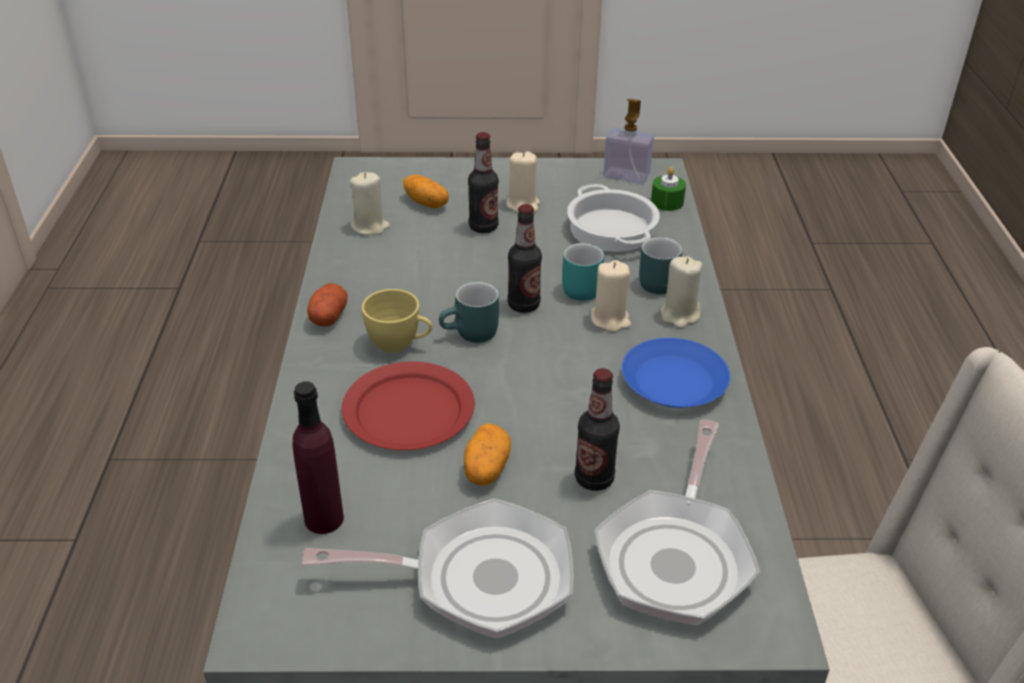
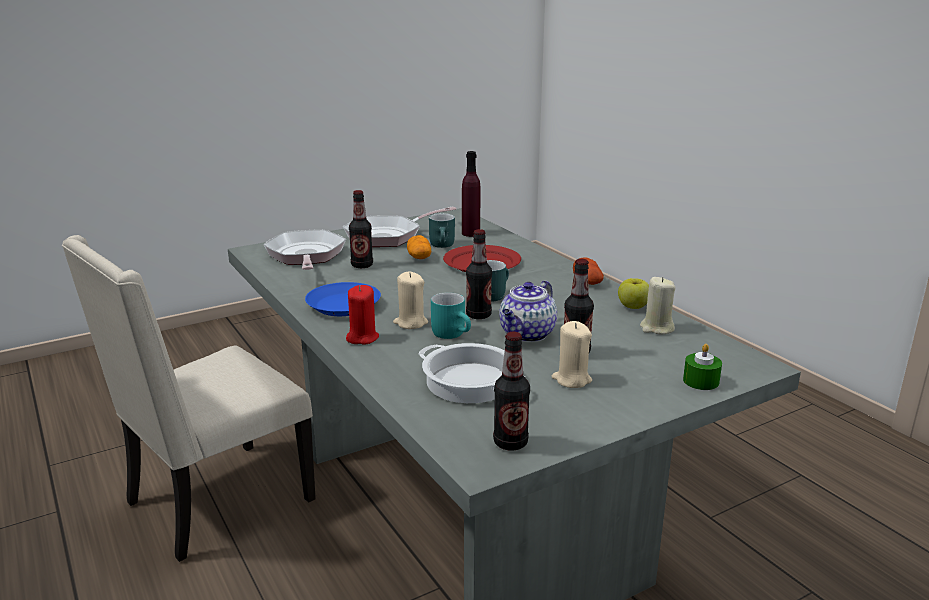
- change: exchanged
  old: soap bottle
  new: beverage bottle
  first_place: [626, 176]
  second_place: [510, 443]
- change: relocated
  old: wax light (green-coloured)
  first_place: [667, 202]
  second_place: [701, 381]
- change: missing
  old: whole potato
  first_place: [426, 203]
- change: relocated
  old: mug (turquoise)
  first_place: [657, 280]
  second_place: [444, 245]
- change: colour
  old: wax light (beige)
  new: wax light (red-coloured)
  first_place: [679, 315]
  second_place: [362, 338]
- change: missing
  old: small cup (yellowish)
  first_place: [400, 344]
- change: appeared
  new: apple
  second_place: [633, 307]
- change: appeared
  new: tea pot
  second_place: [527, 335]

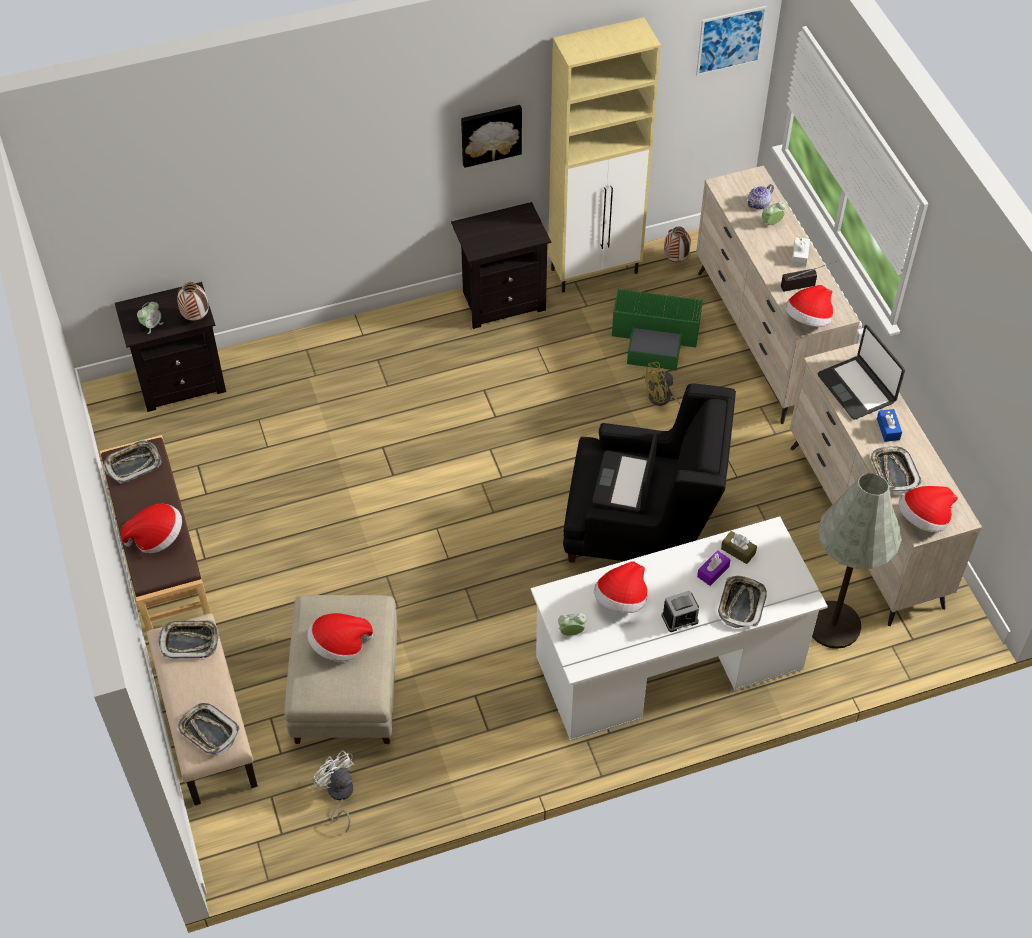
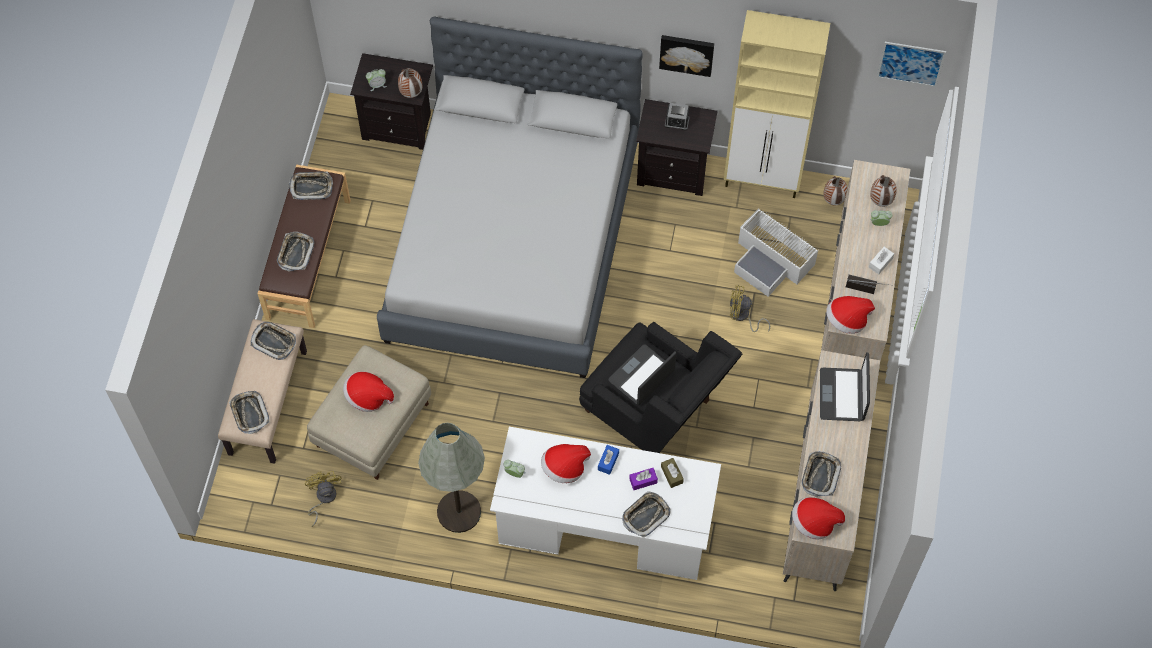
- change: exchanged
  old: tea pot
  new: flower vase
  first_place: [758, 204]
  second_place: [881, 202]
- change: colour
  old: storage container (green-coloured)
  new: storage container (whitish)
  first_place: [656, 337]
  second_place: [772, 260]
- change: relocated
  old: tissue holder (blue-coloured)
  first_place: [888, 429]
  second_place: [608, 461]
- change: relocated
  old: floor lamp (greyish)
  first_place: [833, 625]
  second_place: [459, 512]
- change: exchanged
  old: hat
  new: carrying tray
  first_place: [157, 537]
  second_place: [295, 253]
- change: relocated
  old: bedside clock
  first_place: [679, 618]
  second_place: [677, 122]
- change: colour
  old: fan (whitish)
  new: fan (yellowish)
  first_place: [339, 795]
  second_place: [323, 498]
- change: appeared
  new: sleeping bed (greyish)
  second_place: [513, 242]

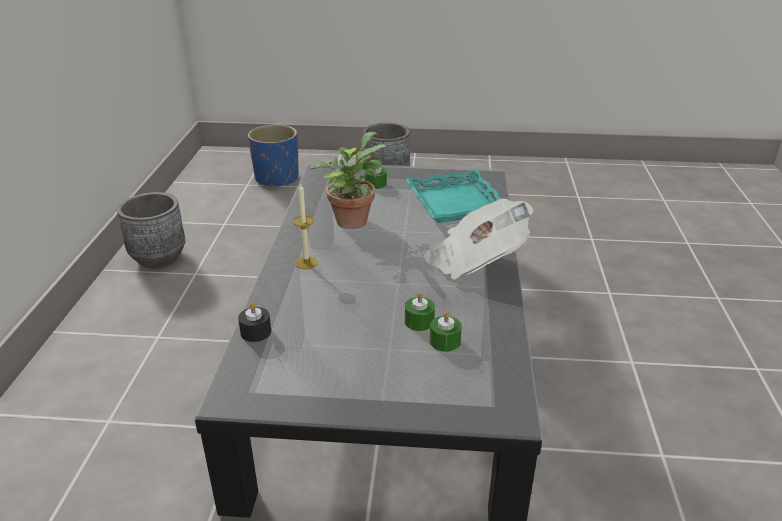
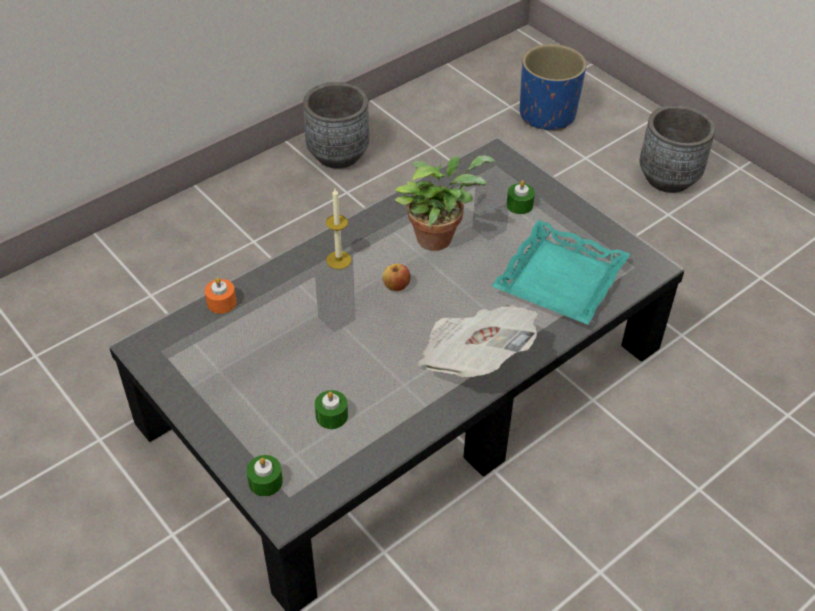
- change: relocated
  old: wax light (green-coloured)
  first_place: [419, 321]
  second_place: [265, 482]
- change: colour
  old: wax light (black-coloured)
  new: wax light (orange)
  first_place: [256, 332]
  second_place: [221, 302]
- change: appeared
  new: apple
  second_place: [396, 286]

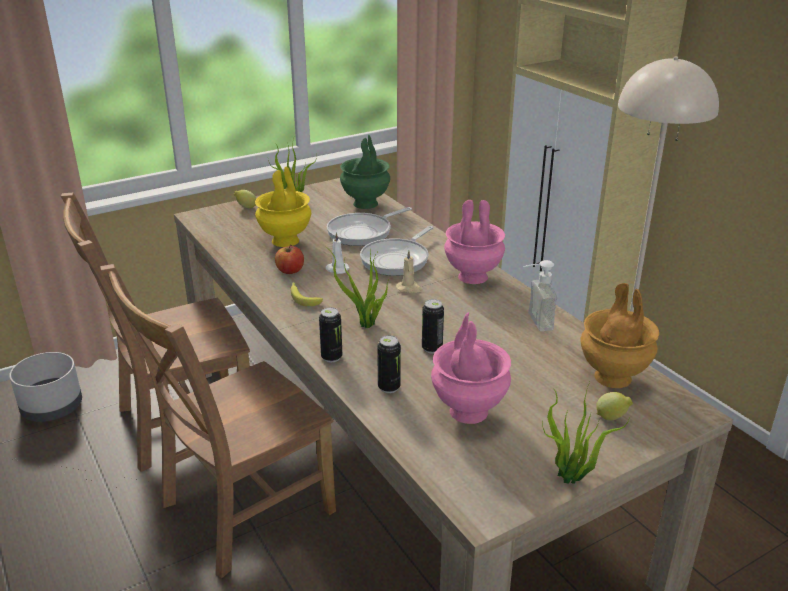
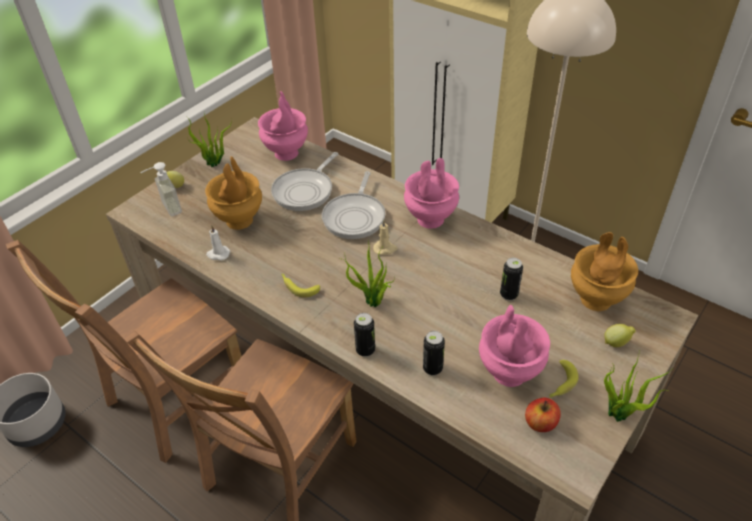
- change: colour
  old: flower vase (green-coloured)
  new: flower vase (pink-coloured)
  first_place: [365, 204]
  second_place: [286, 153]
- change: colour
  old: flower vase (yellowish)
  new: flower vase (brown-coloured)
  first_place: [285, 241]
  second_place: [239, 221]
- change: relocated
  old: wax light (whitish)
  first_place: [336, 269]
  second_place: [218, 254]
- change: relocated
  old: apple
  first_place: [290, 271]
  second_place: [540, 423]
- change: relocated
  old: soap bottle
  first_place: [533, 322]
  second_place: [166, 209]
- change: relocated
  old: metal can
  first_place: [432, 348]
  second_place: [509, 294]
- change: appeared
  new: banana fruit
  second_place: [560, 384]

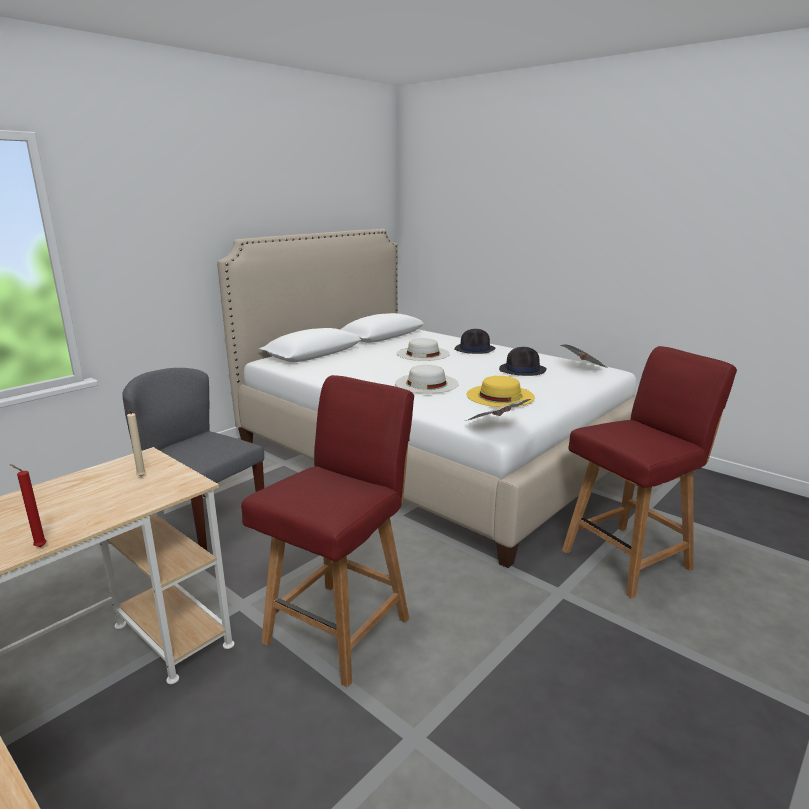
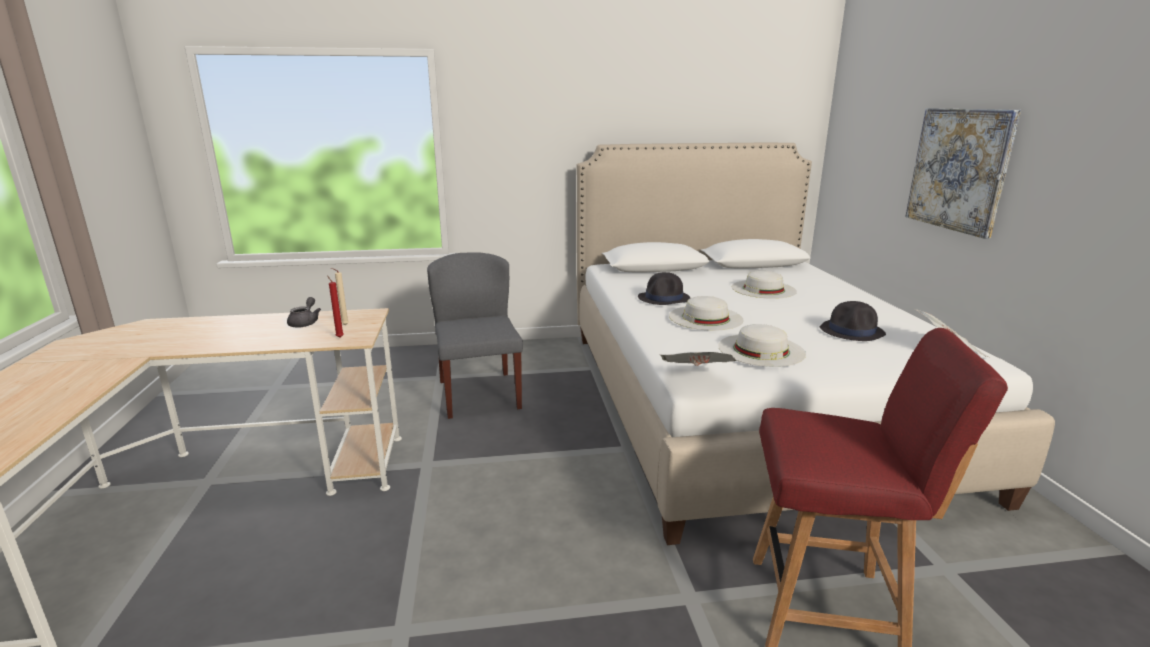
- change: relocated
  old: hat (black-coloured)
  first_place: [475, 349]
  second_place: [664, 298]
- change: missing
  old: upright chair (red-coloured)
  first_place: [340, 628]
- change: colour
  old: hat (yellowish)
  new: hat (whitish)
  first_place: [500, 396]
  second_place: [761, 350]
- change: relocated
  old: wax light (red-coloured)
  first_place: [39, 547]
  second_place: [339, 337]
- change: appeared
  new: picture
  second_place: [959, 169]
- change: appeared
  new: tea pot (greyish)
  second_place: [305, 323]

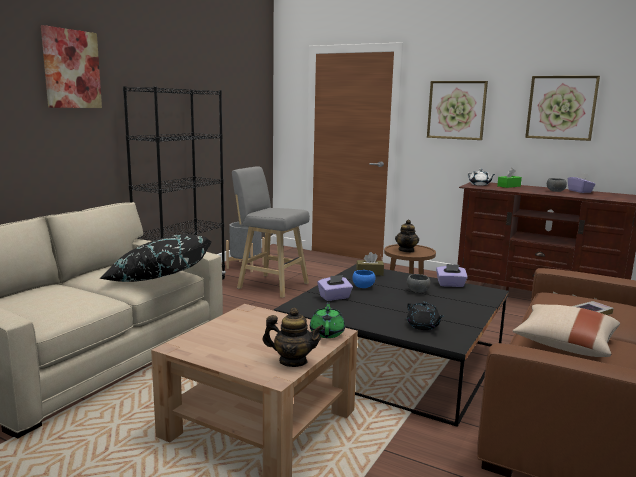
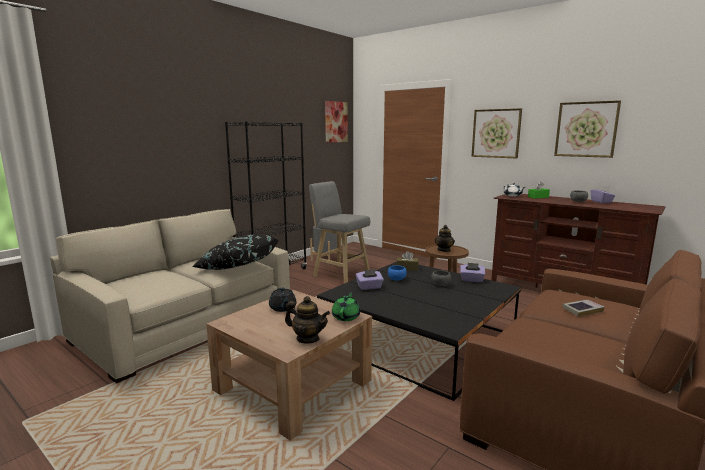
- change: relocated
  old: picture
  first_place: [71, 69]
  second_place: [336, 122]
- change: relocated
  old: tea pot (black-coloured)
  first_place: [423, 326]
  second_place: [282, 308]
- change: missing
  old: pillow (beige)
  first_place: [565, 344]

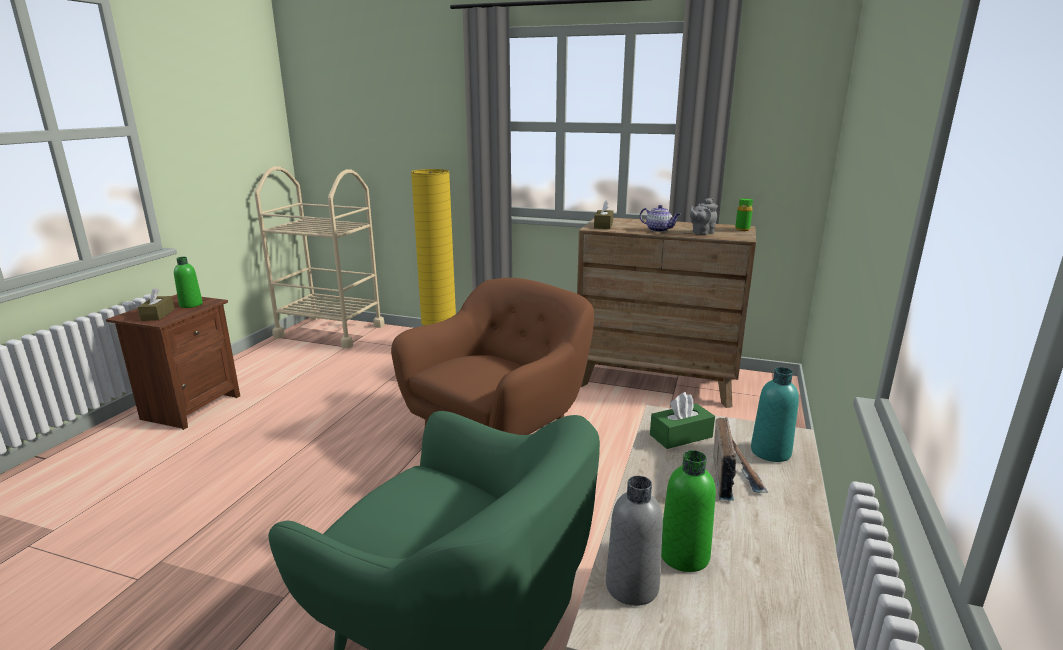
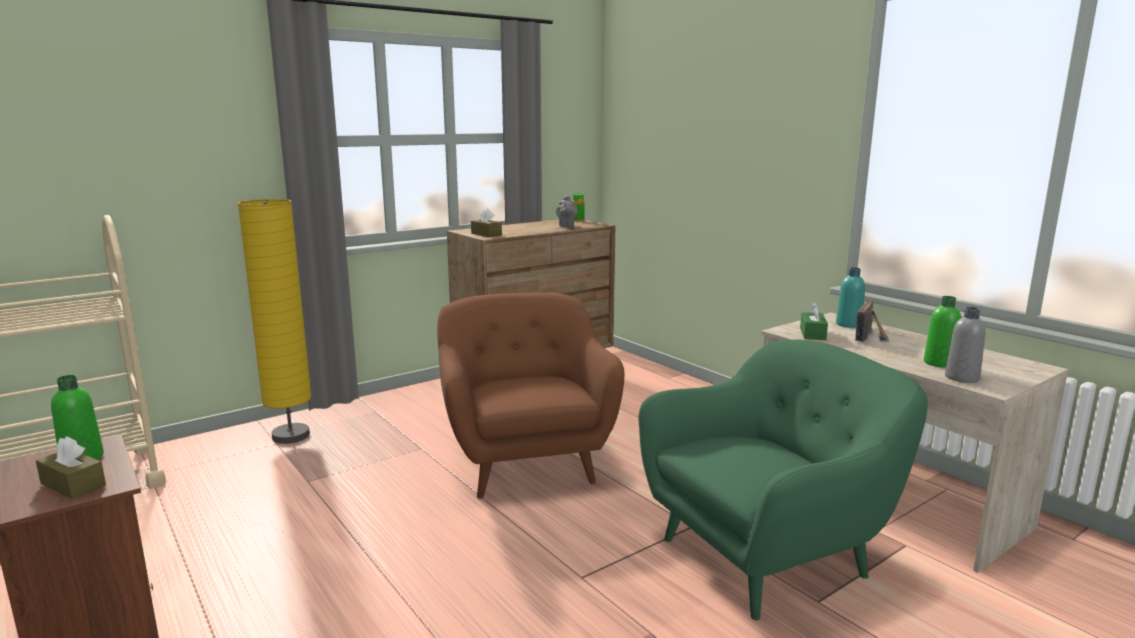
- change: missing
  old: tea pot
  first_place: [659, 230]
- change: spun
  old: radio set
  first_place: [733, 478]
  second_place: [871, 337]
  degrees: 75

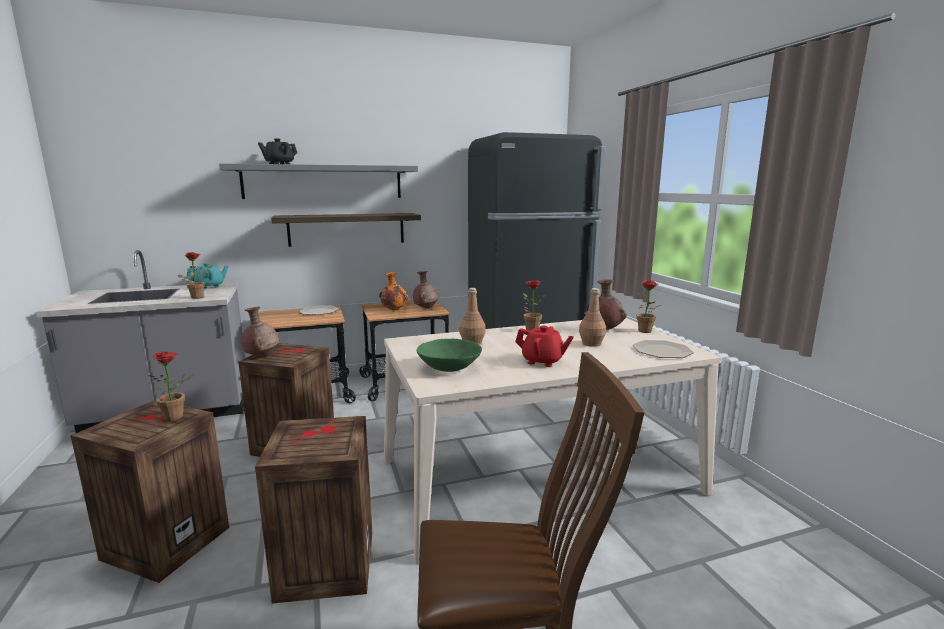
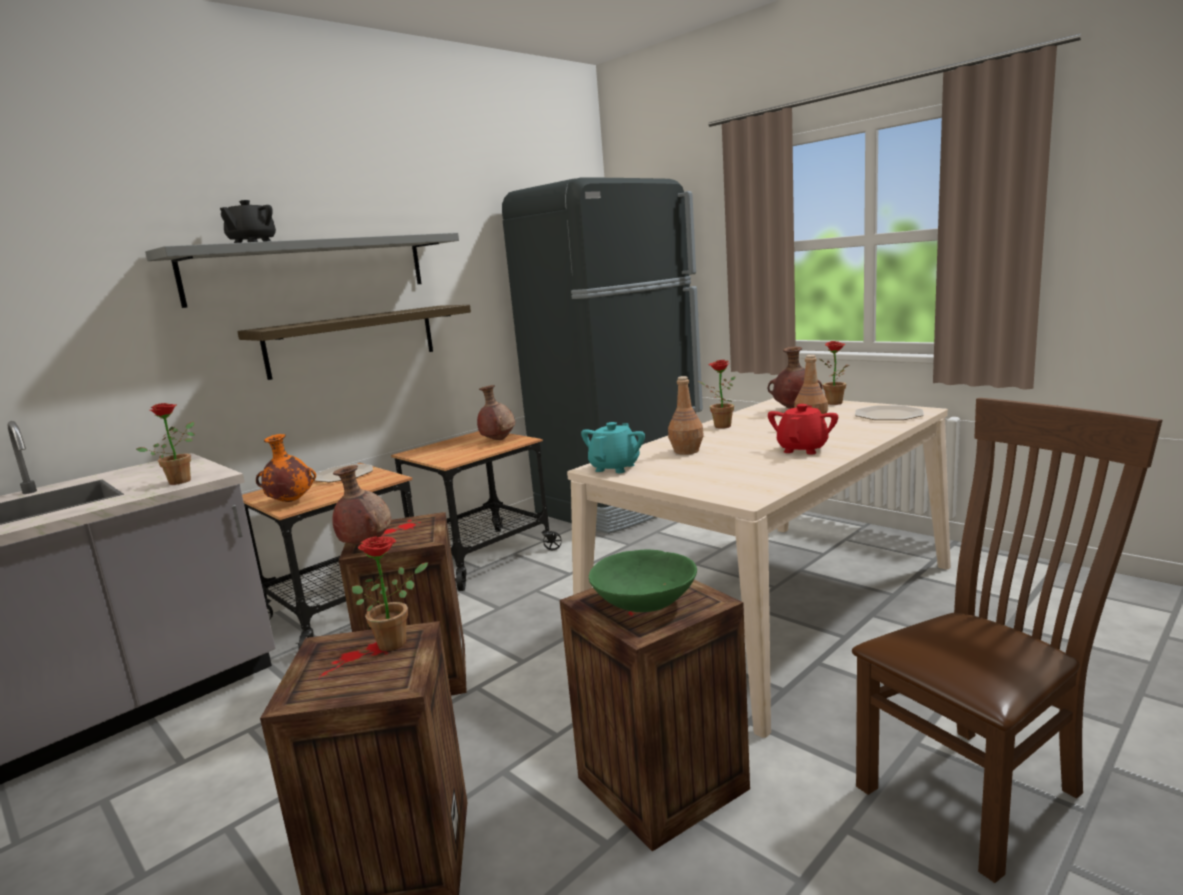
- change: relocated
  old: tea pot (turquoise)
  first_place: [210, 287]
  second_place: [615, 467]
- change: relocated
  old: flower vase (orange)
  first_place: [394, 310]
  second_place: [290, 502]
- change: spun
  old: tea pot (red-coloured)
  first_place: [543, 361]
  second_place: [802, 449]
  degrees: -60
- change: relocated
  old: deep dish (green-coloured)
  first_place: [450, 367]
  second_place: [644, 602]

